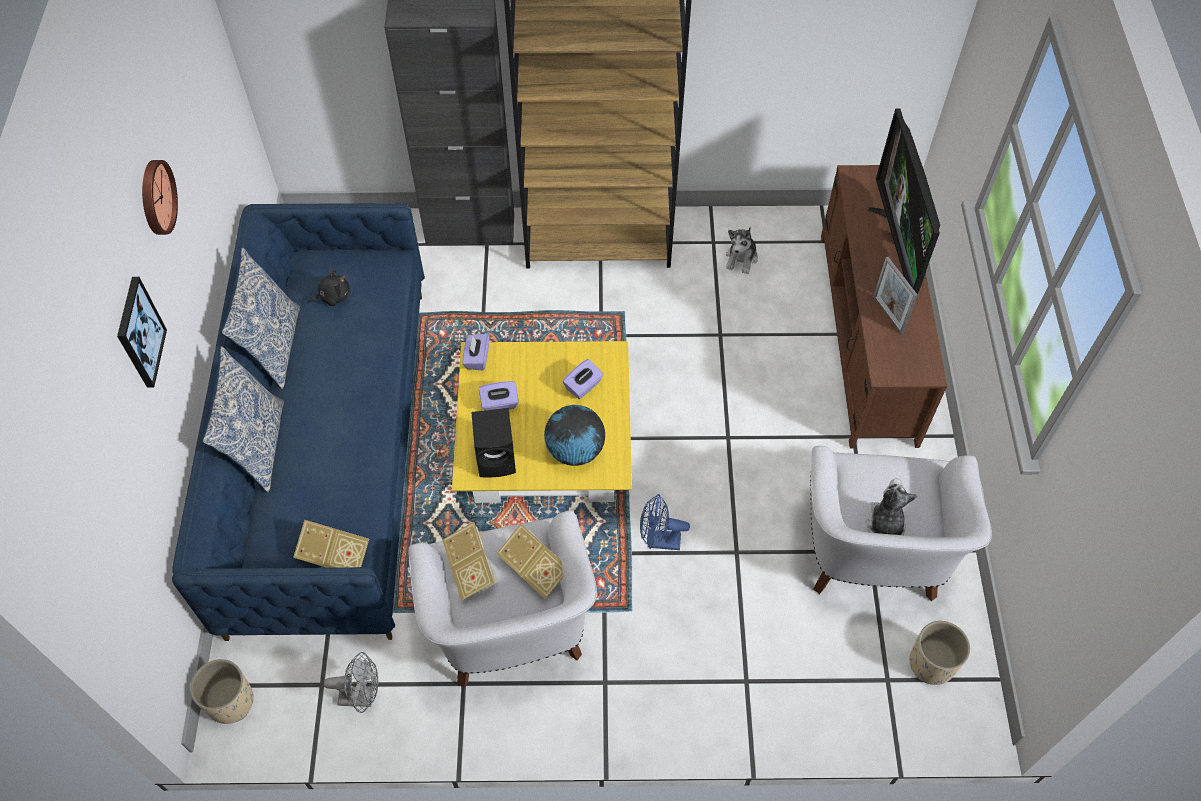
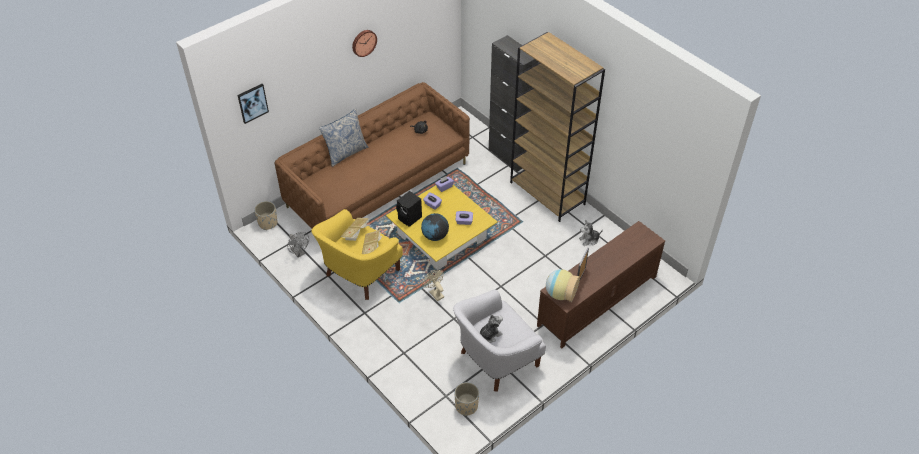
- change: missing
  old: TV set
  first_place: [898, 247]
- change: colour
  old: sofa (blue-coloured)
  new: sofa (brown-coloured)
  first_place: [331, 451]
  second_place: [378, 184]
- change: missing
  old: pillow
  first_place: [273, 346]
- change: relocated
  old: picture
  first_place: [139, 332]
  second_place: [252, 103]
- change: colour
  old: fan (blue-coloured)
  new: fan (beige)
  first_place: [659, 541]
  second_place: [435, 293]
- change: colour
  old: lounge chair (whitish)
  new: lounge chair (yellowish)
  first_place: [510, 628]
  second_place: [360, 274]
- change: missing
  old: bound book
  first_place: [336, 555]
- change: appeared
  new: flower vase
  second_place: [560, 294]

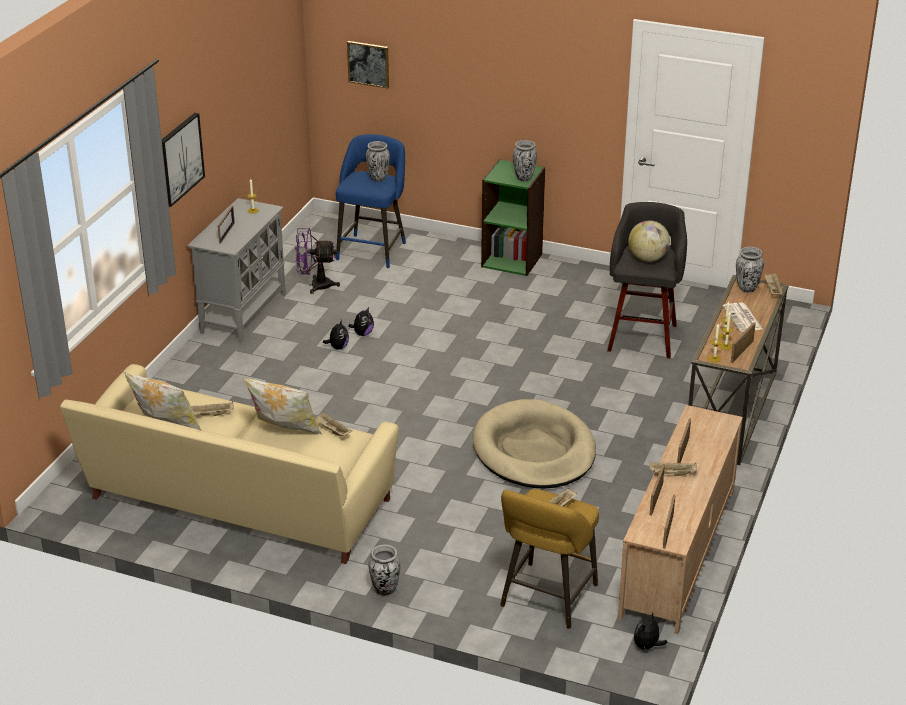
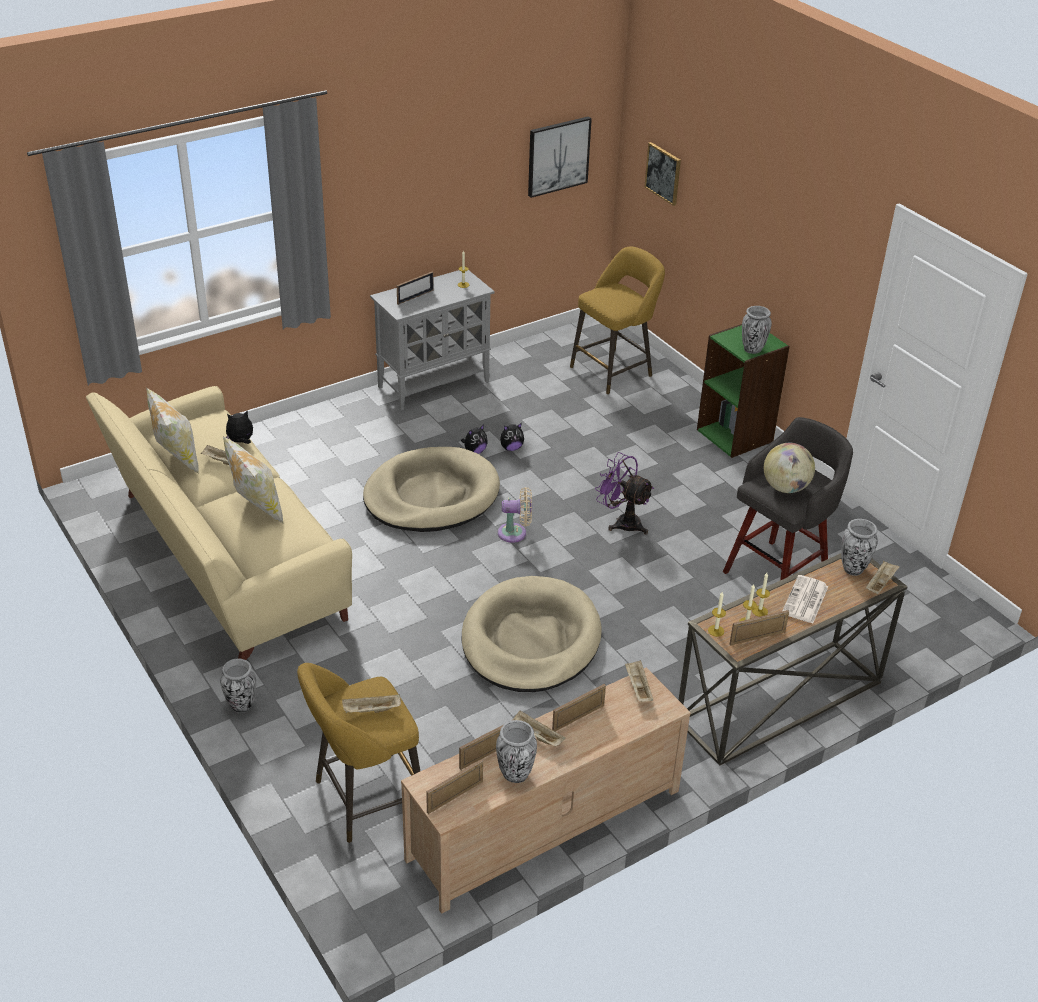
- change: relocated
  old: picture
  first_place: [180, 159]
  second_place: [558, 156]
- change: colour
  old: stool (blue-coloured)
  new: stool (yellowish)
  first_place: [372, 249]
  second_place: [614, 370]
- change: relocated
  old: flower vase
  first_place: [378, 178]
  second_place: [515, 774]
- change: relocated
  old: fan (purple)
  first_place: [315, 285]
  second_place: [622, 522]
- change: relocated
  old: carrying tray (beige)
  first_place: [332, 431]
  second_place: [638, 687]
- change: relocated
  old: plush toy
  first_place: [647, 646]
  second_place: [241, 441]
- change: appeared
  new: pet bed (beige)
  second_place: [431, 495]
- change: appeared
  new: fan (beige)
  second_place: [515, 533]

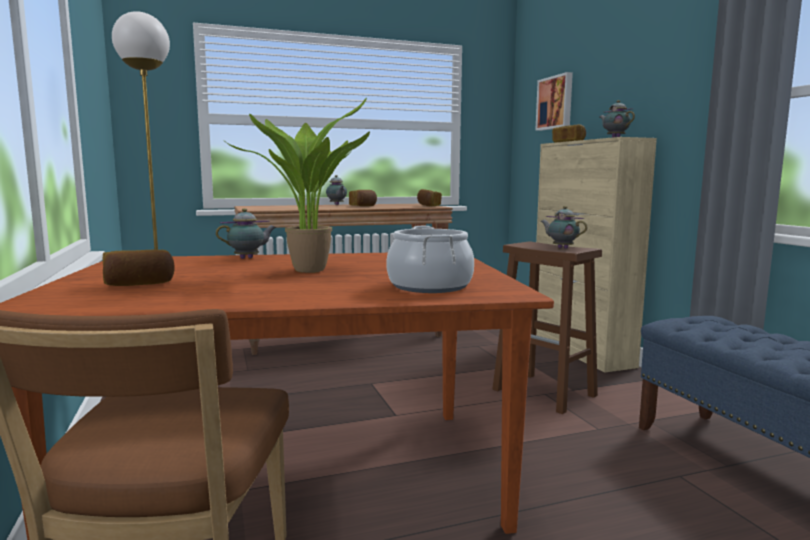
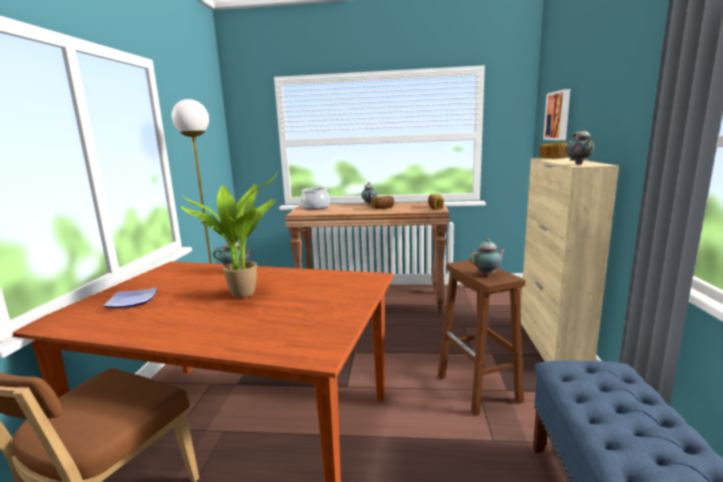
- change: spun
  old: tea pot
  first_place: [561, 248]
  second_place: [487, 274]
  degrees: 90
- change: relocated
  old: saucepot
  first_place: [429, 286]
  second_place: [315, 207]
- change: exchanged
  old: baked bread
  new: flat dish
  first_place: [139, 284]
  second_place: [131, 301]

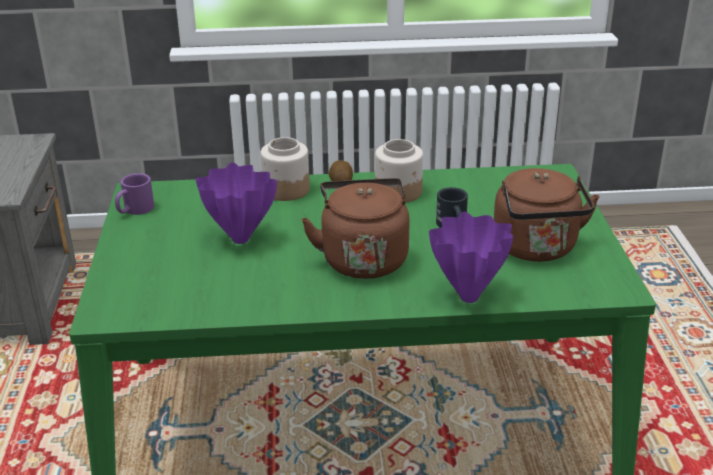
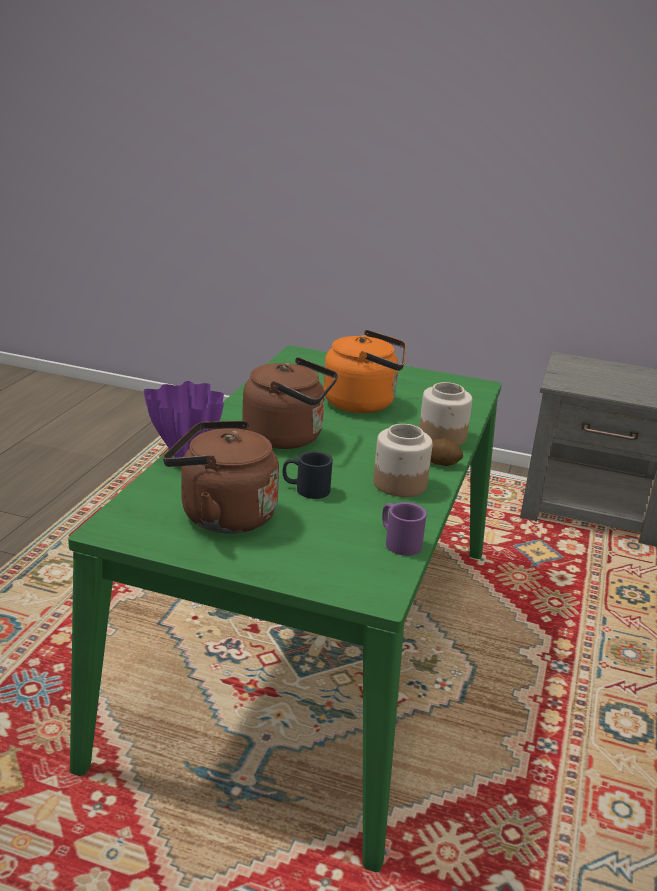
- change: exchanged
  old: flower vase (purple)
  new: tea kettle (orange)
  first_place: [239, 239]
  second_place: [364, 403]
- change: relocated
  old: mug (purple)
  first_place: [134, 210]
  second_place: [398, 541]

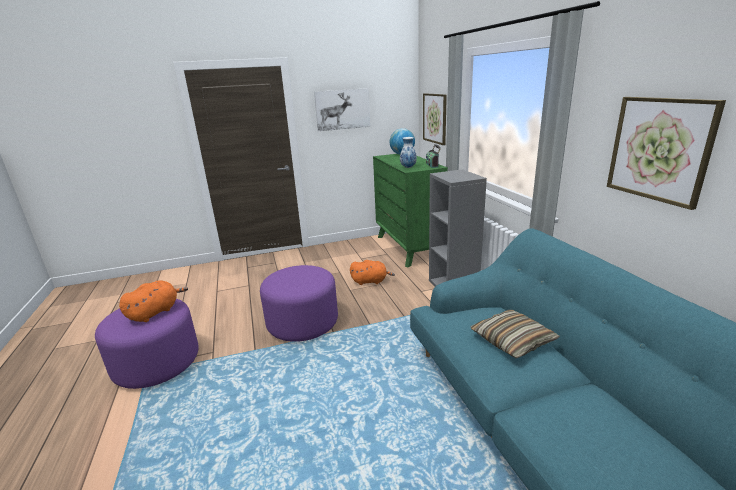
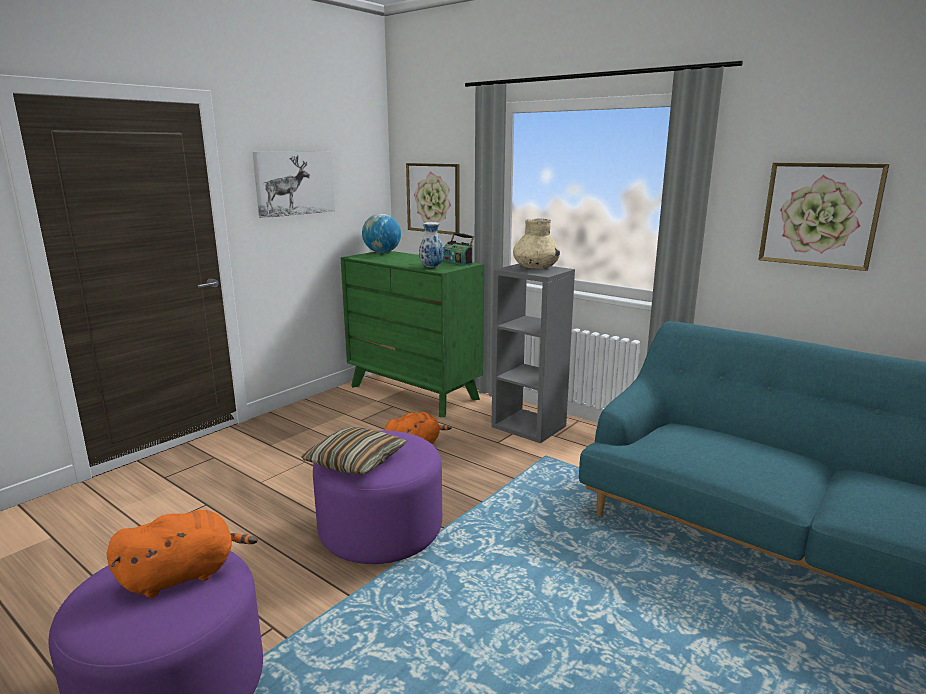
- change: spun
  old: plush toy (orange)
  first_place: [155, 312]
  second_place: [184, 575]
  degrees: 60
- change: relocated
  old: pillow
  first_place: [512, 341]
  second_place: [355, 461]
- change: appeared
  new: flower vase (beige)
  second_place: [535, 267]

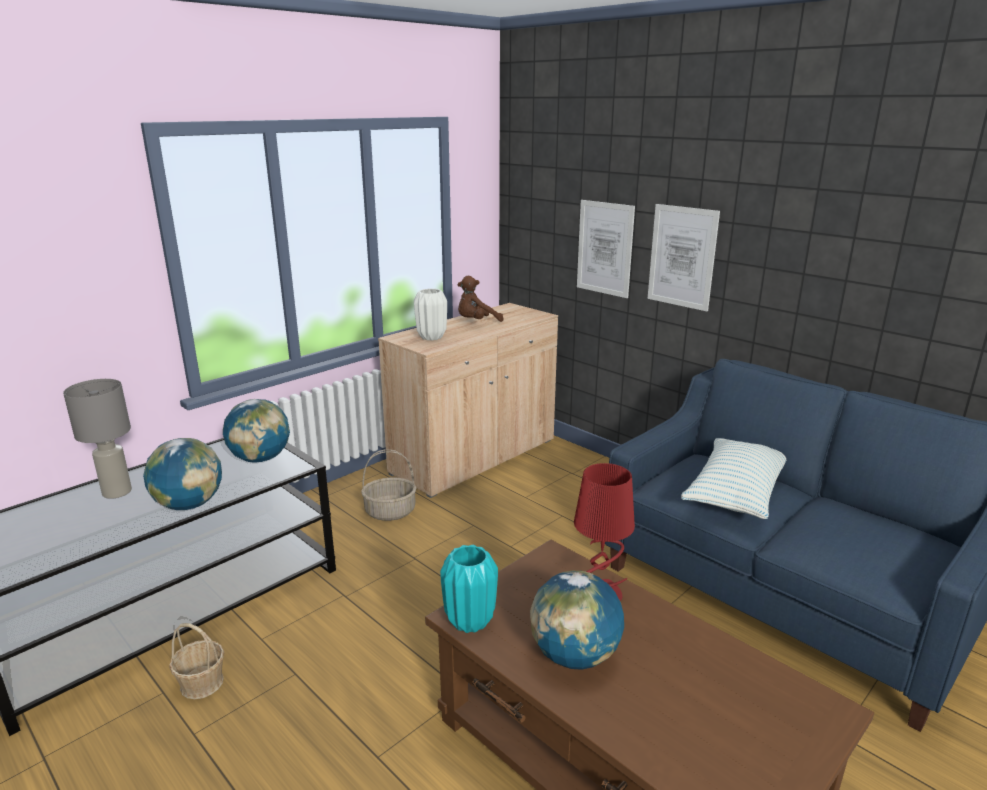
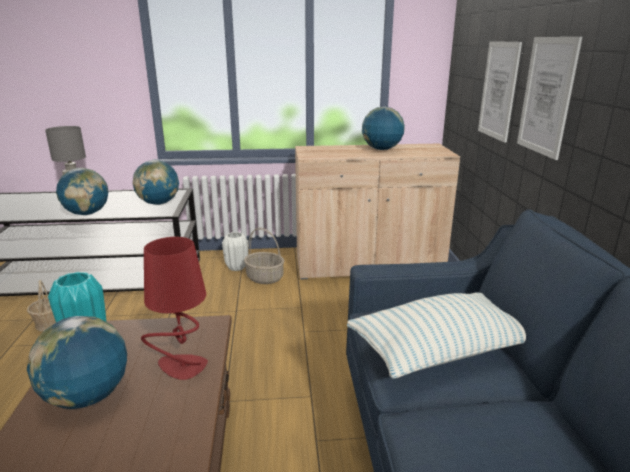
- change: exchanged
  old: plush toy (brown-coloured)
  new: world globe
  first_place: [476, 322]
  second_place: [381, 149]
- change: relocated
  old: flower vase (whitish)
  first_place: [431, 337]
  second_place: [236, 267]

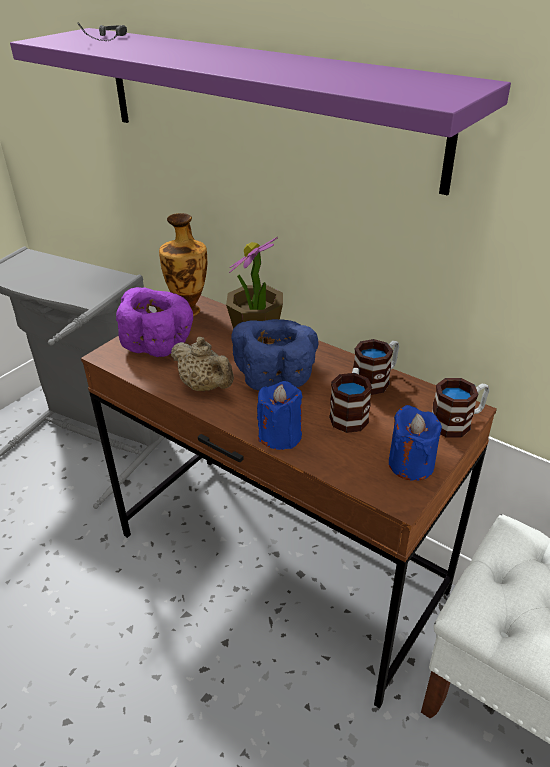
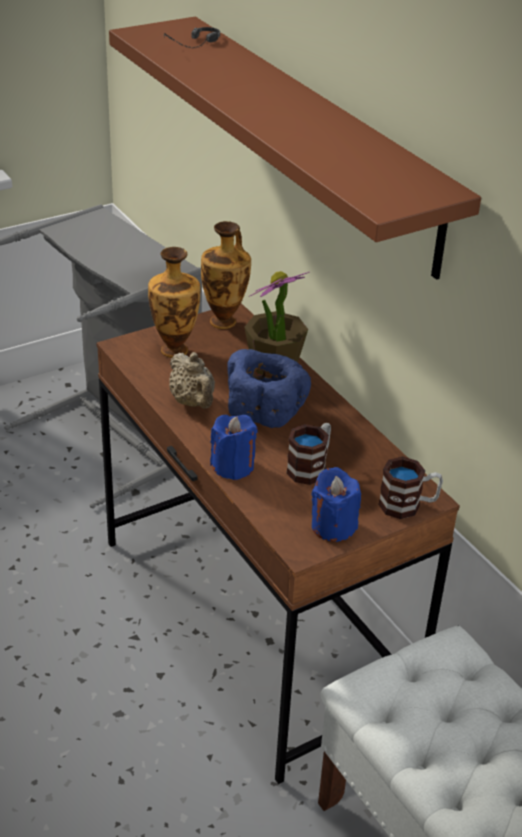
- change: colour
  old: bracket shelf (purple)
  new: bracket shelf (brown-coloured)
  first_place: [260, 103]
  second_place: [314, 140]
- change: exchanged
  old: deep dish (purple)
  new: flower vase
  first_place: [159, 344]
  second_place: [174, 349]
- change: missing
  old: mug
  first_place: [376, 380]

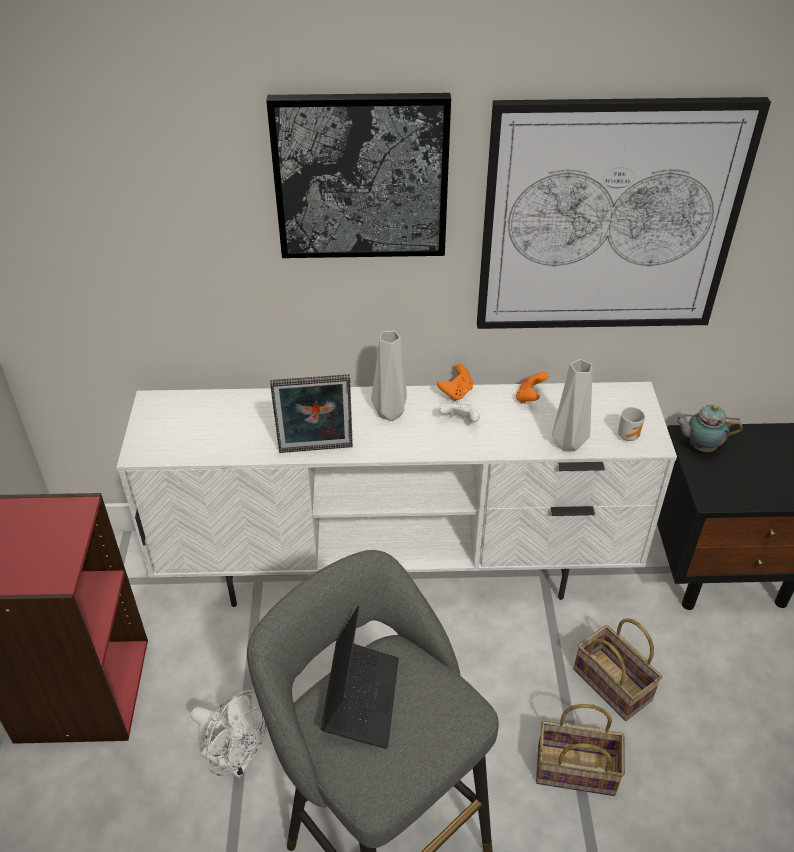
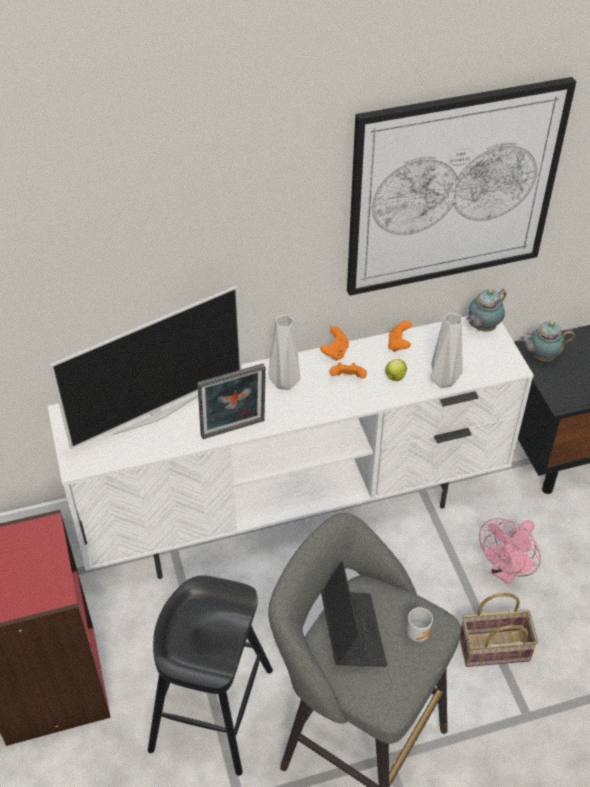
- change: missing
  old: picture
  first_place: [361, 176]
- change: colour
  old: gamepad (whitish)
  new: gamepad (orange)
  first_place: [460, 422]
  second_place: [348, 379]
- change: relocated
  old: mug
  first_place: [629, 435]
  second_place: [418, 632]
- change: exchanged
  old: storage basket
  new: fan (pink-coloured)
  first_place: [614, 685]
  second_place: [506, 571]
- change: exchanged
  old: fan (whitish)
  new: stool (black-coloured)
  first_place: [236, 759]
  second_place: [211, 709]
- change: appeared
  new: TV set
  second_place: [156, 413]
- change: appeared
  new: tea pot
  second_place: [482, 327]
- change: appeared
  new: apple
  second_place: [395, 377]

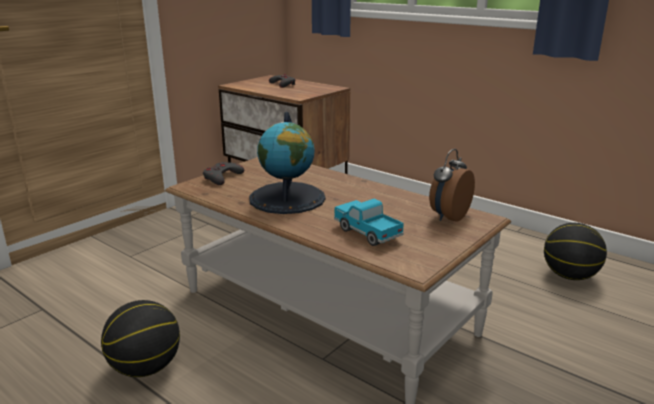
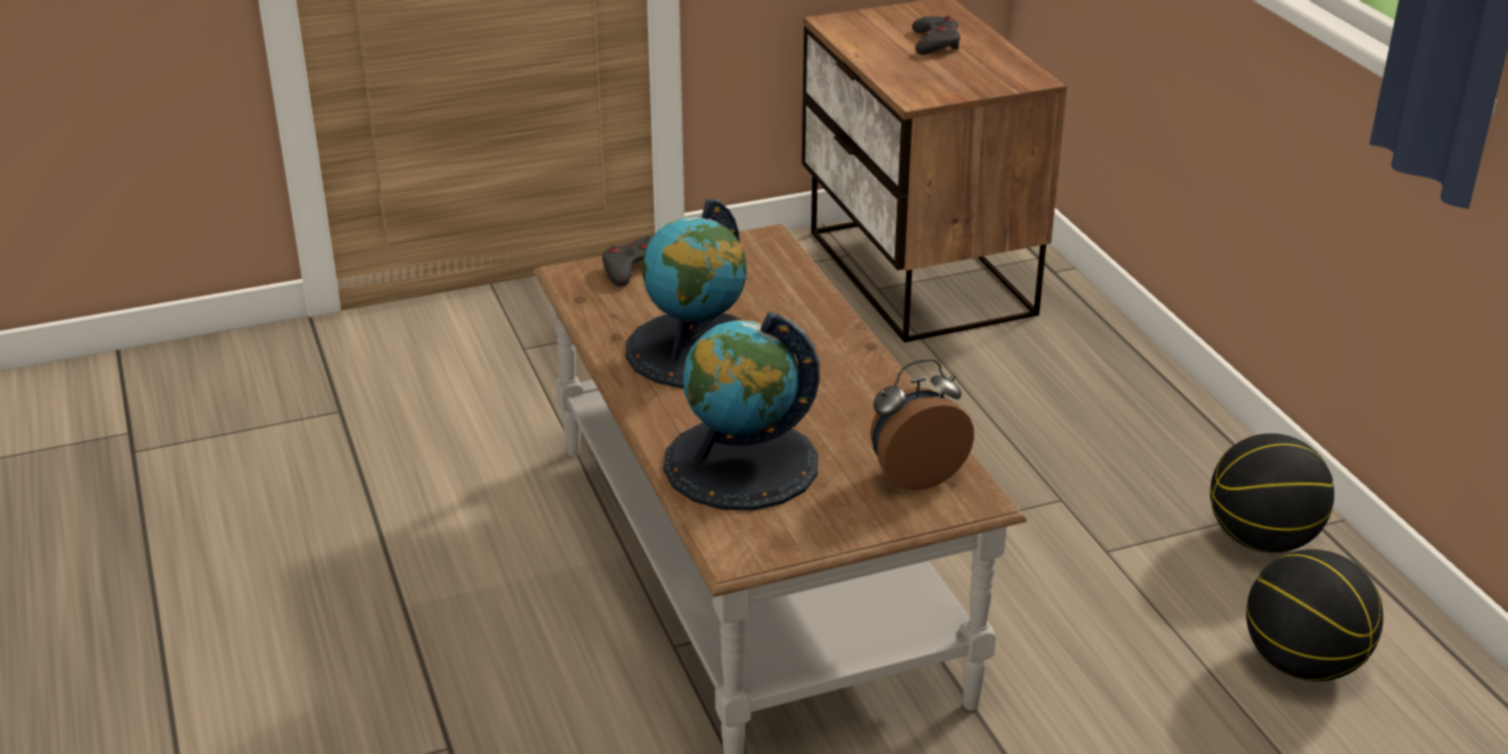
- change: exchanged
  old: model truck
  new: world globe
  first_place: [366, 233]
  second_place: [741, 464]
- change: relocated
  old: basketball
  first_place: [145, 368]
  second_place: [1261, 539]

